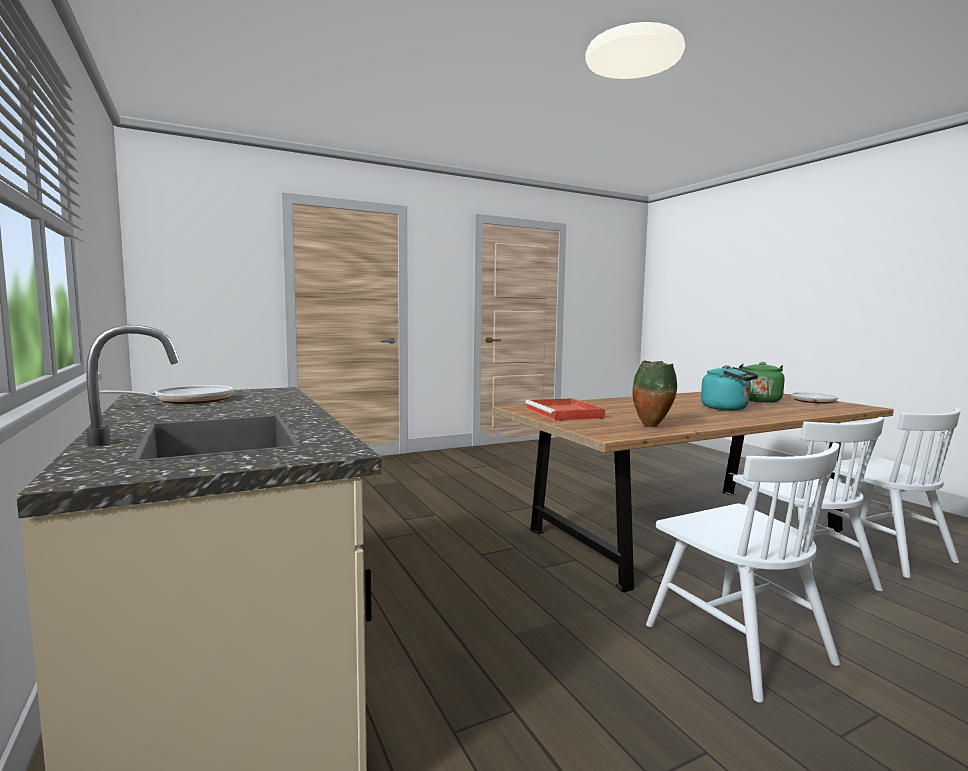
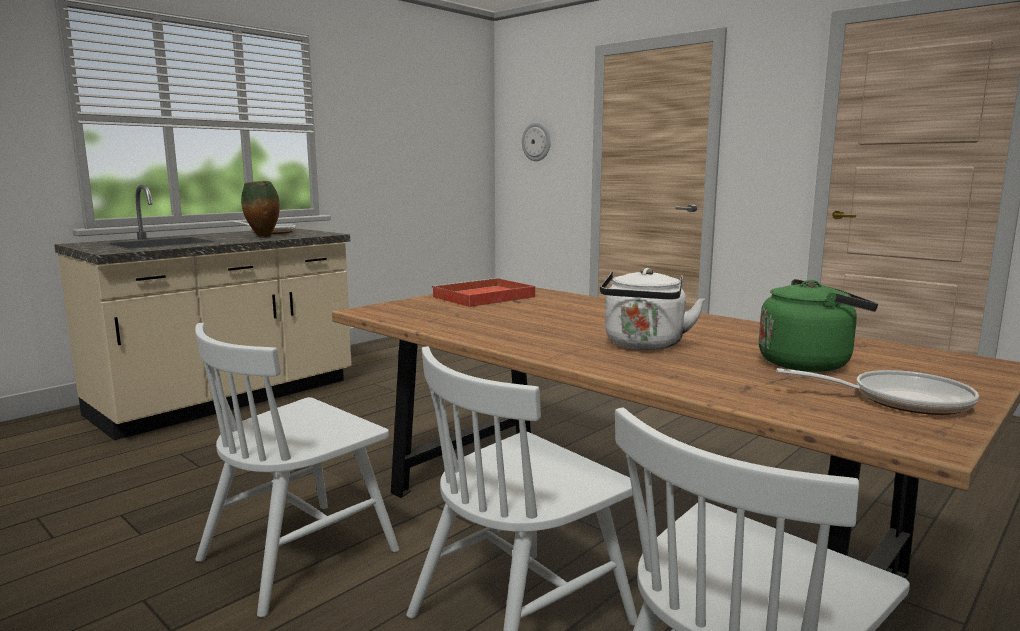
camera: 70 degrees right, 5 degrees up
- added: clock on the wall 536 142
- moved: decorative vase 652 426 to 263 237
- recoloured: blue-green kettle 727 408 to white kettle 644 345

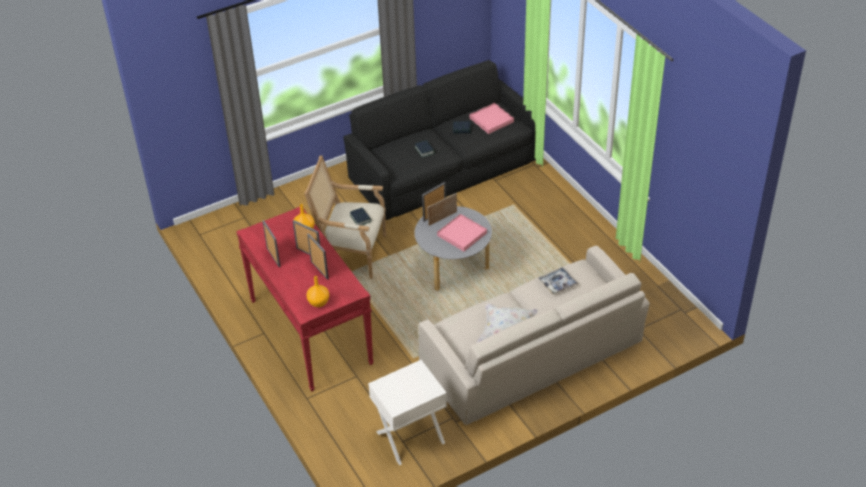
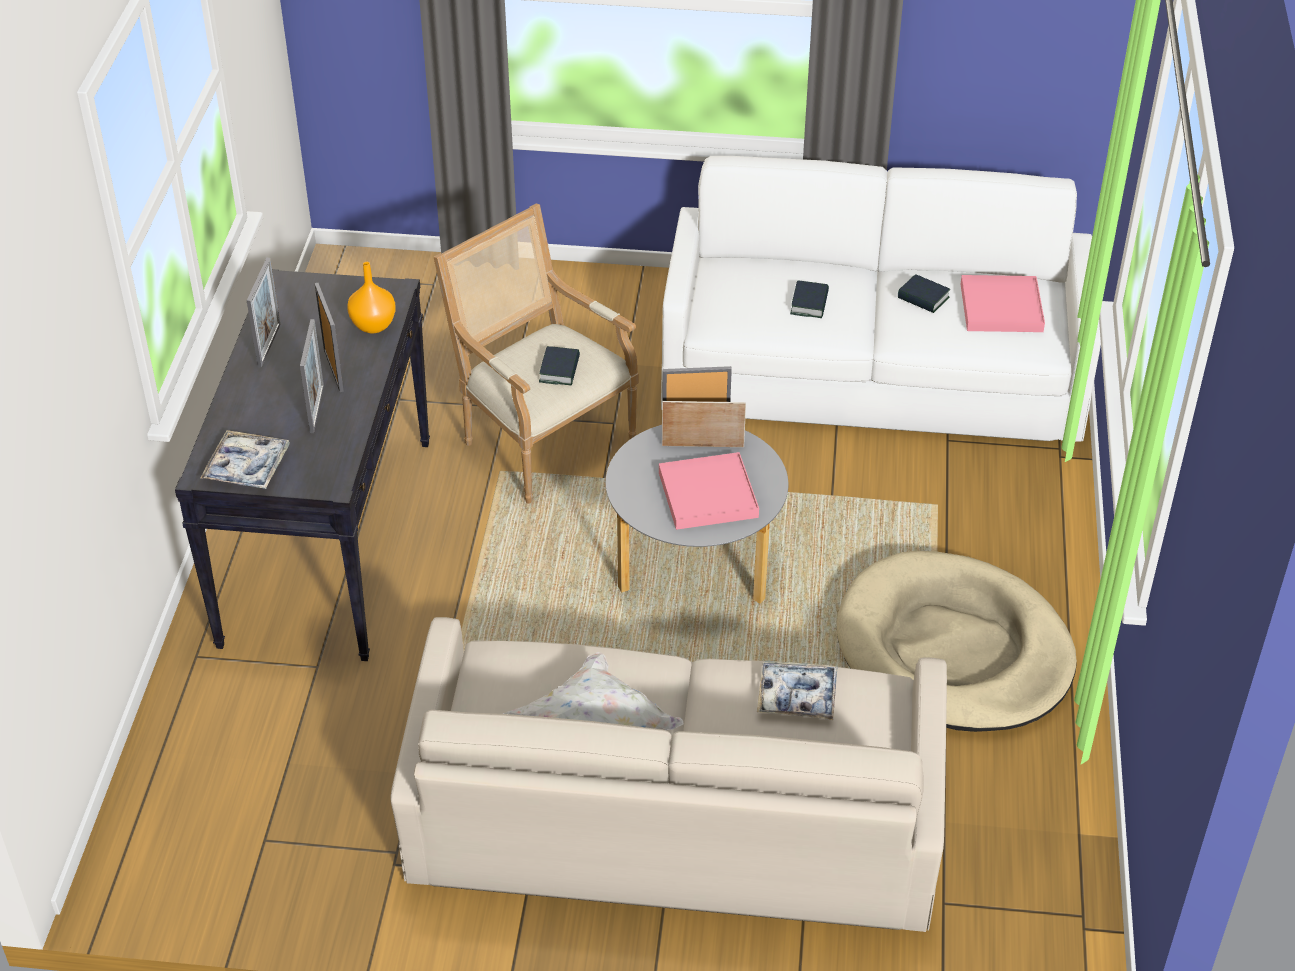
camera: 35 degrees right, 0 degrees up
- removed: white night table 410 438
- added: beige dog bed 953 650
- replaced: orange decorative vase 318 303 to carrying tray 247 467
- recoloured: red-coloured console table 310 331 to black-coloured console table 327 539
- recoloured: black-coloured couch 443 166 to white couch 874 365

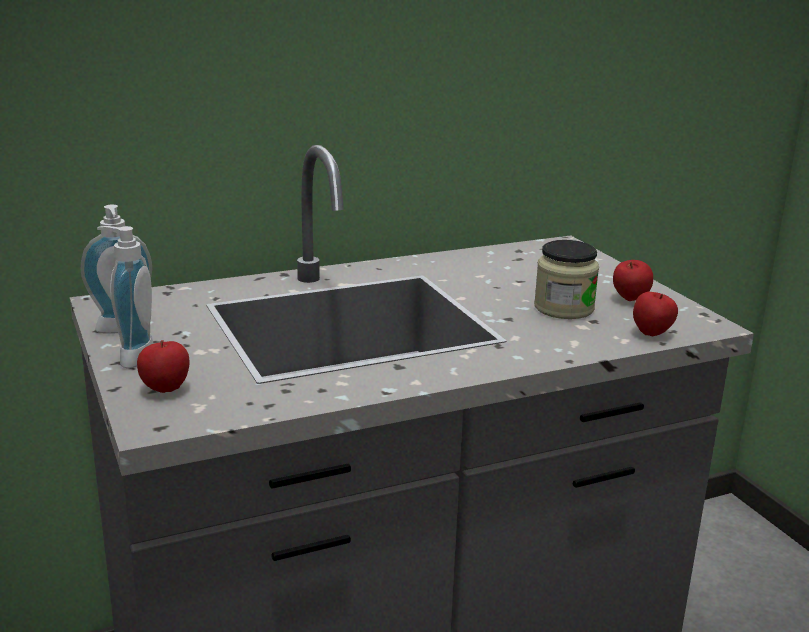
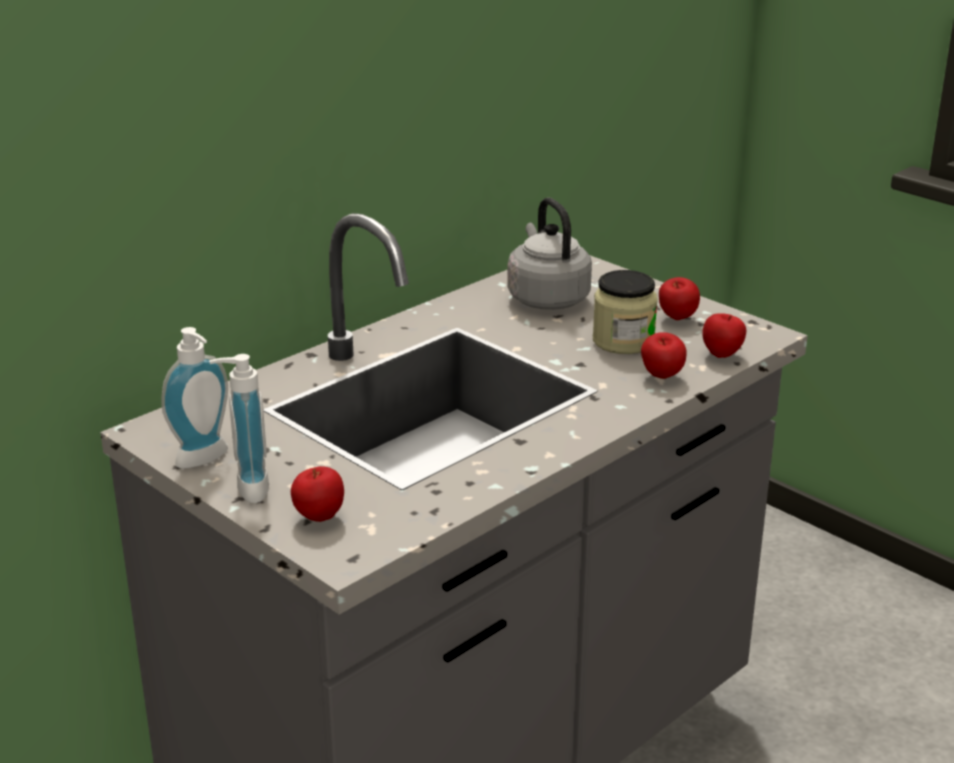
camera: 20 degrees left, 5 degrees up
- added: grey kettle 546 298
- added: apple fruit 662 377

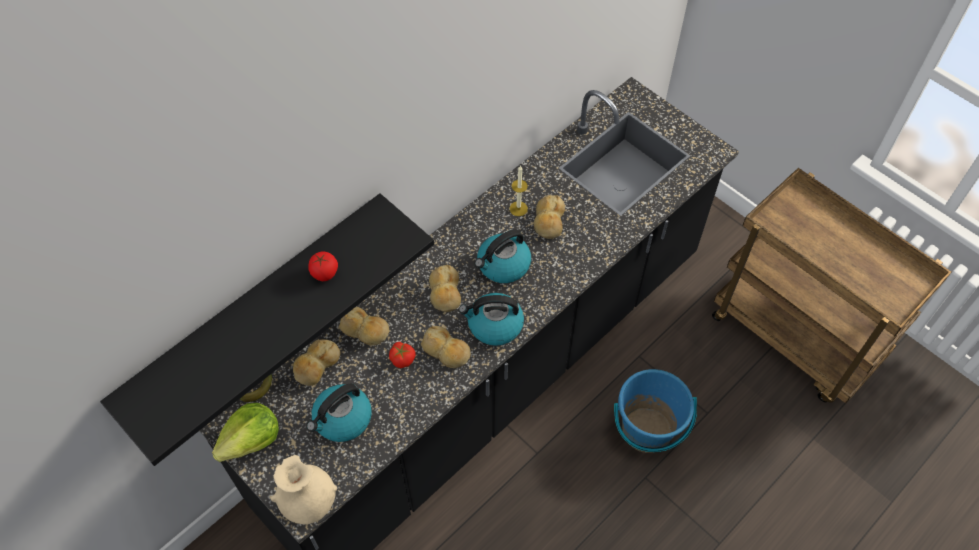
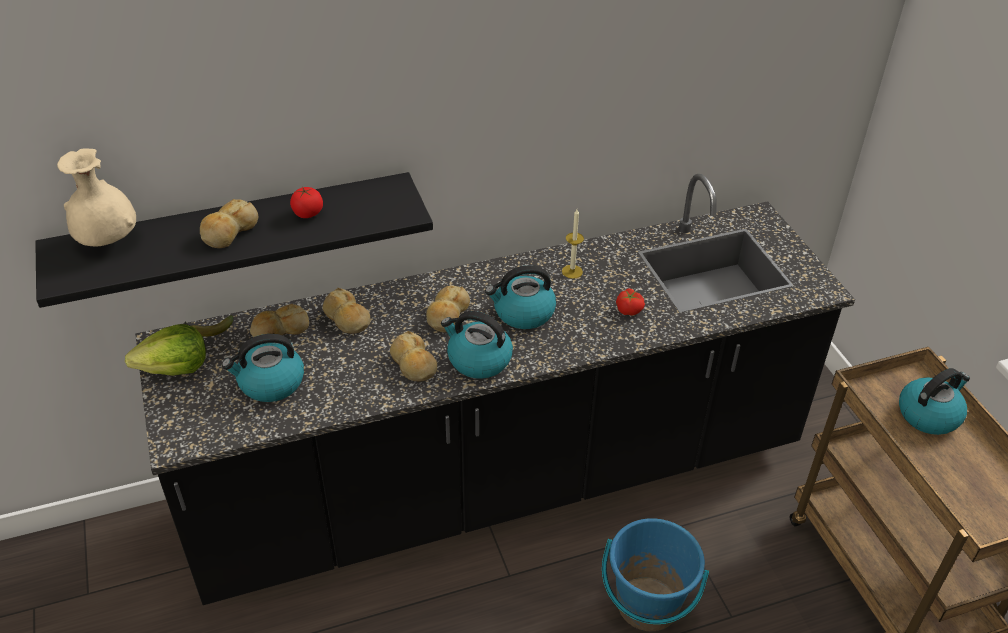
camera: 25 degrees right, 15 degrees down
- added: kettle 929 414
- moved: beige decorative vase 309 502 to 108 242
- moved: tomato 402 358 to 629 309
- moved: bread 548 221 to 229 232

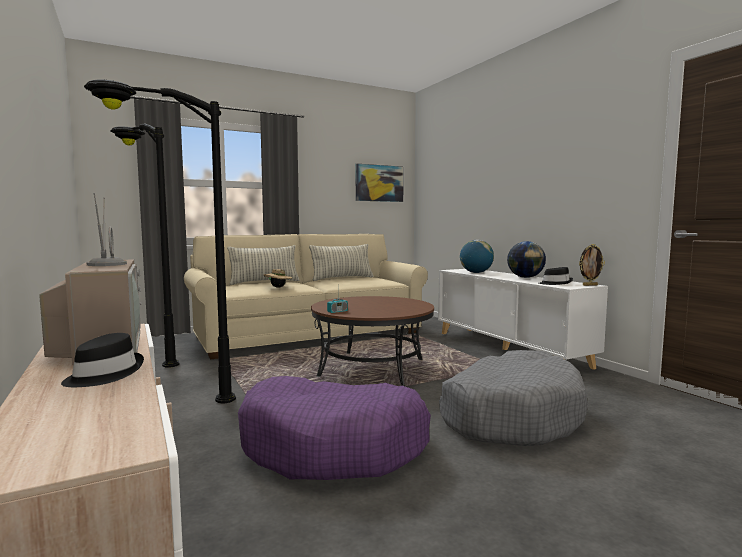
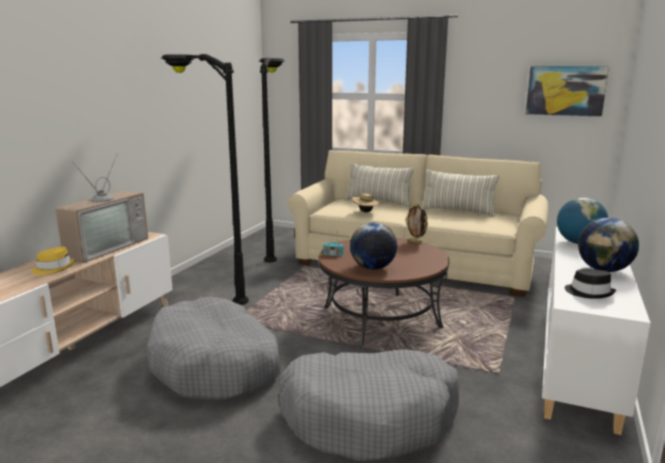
camera: 50 degrees right, 10 degrees up
- added: world globe 373 268
- moved: standing frame 590 285 to 416 242
- recoloured: black-coloured clothing hat 104 374 to yellow clothing hat 54 268
- recoloured: purple-coloured dog bed 333 446 to grey dog bed 215 365

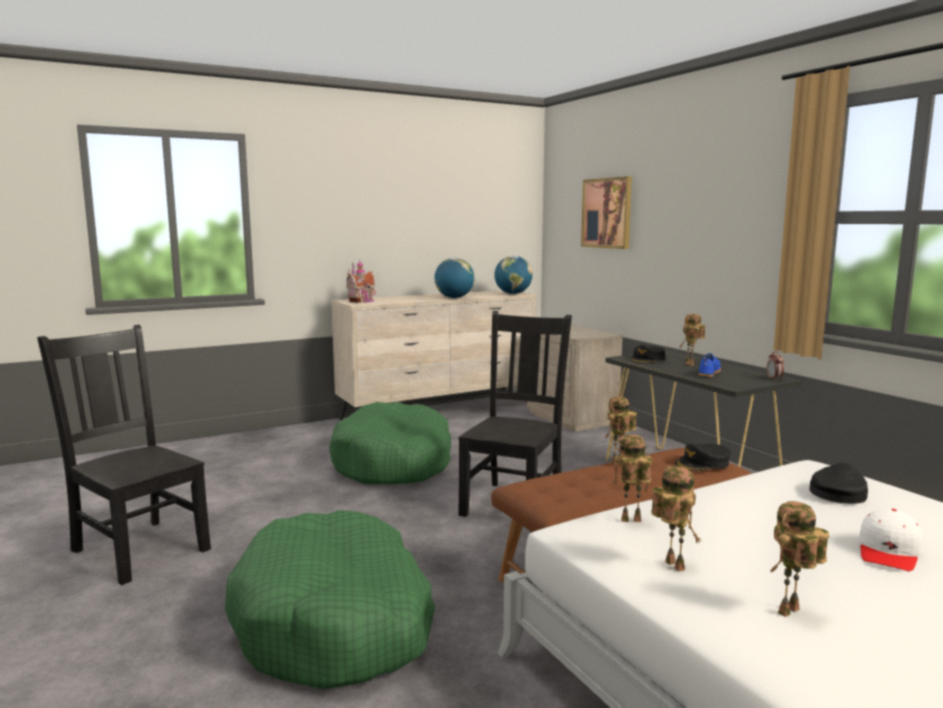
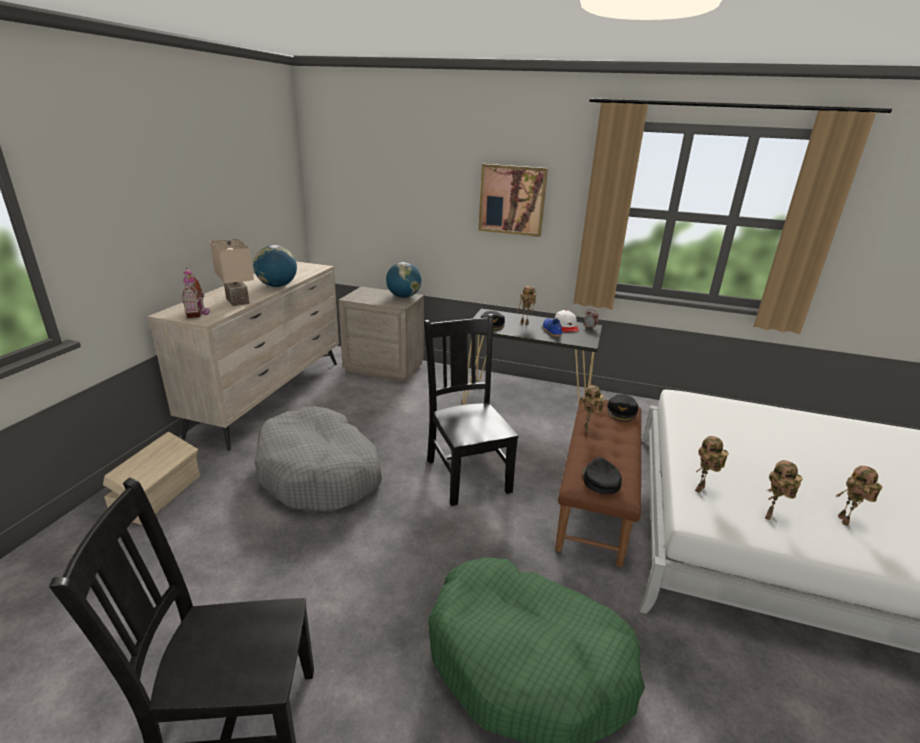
camera: 45 degrees left, 15 degrees up
- added: beige storage bin 159 495
- added: beige tabletop lamp 239 301
- moved: world globe 513 294 to 403 296
- moved: wall art 607 213 to 512 200
- moved: black-coloured baseball cap 838 493 to 600 480
- moved: white baseball cap 889 551 to 566 326
- recoloured: green-coloured dog bed 393 463 to grey dog bed 320 473
- turned: toy robot 671 565 = 770 517 75 degrees counterclockwise

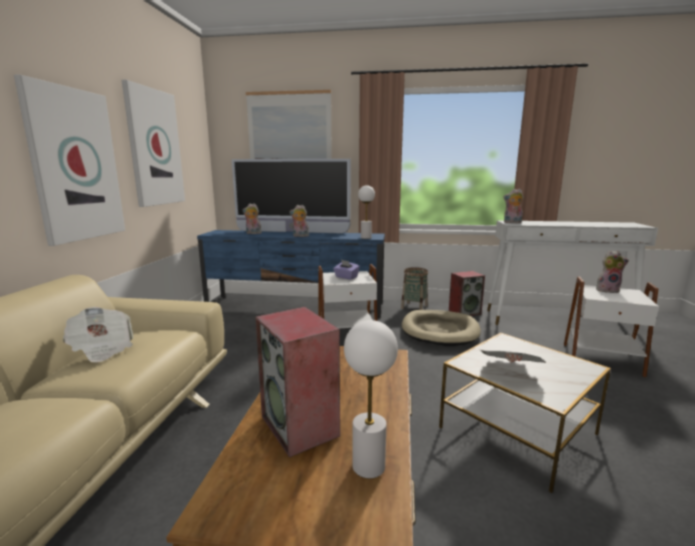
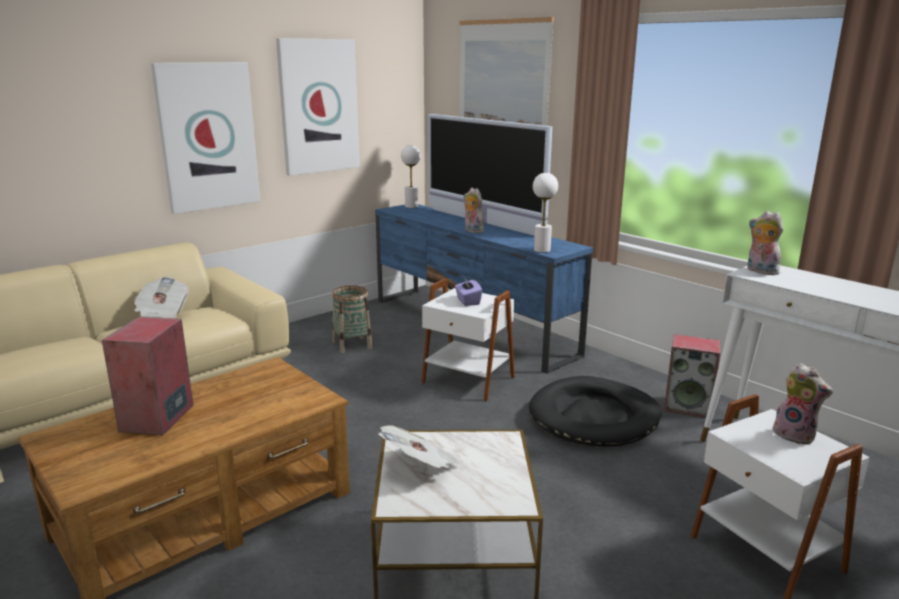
camera: 40 degrees right, 5 degrees up
- removed: cuddly toy 253 233
- moved: white tabletop lamp 369 466 to 411 206
- moved: basket 414 307 to 352 345
- recoloured: beige dog bed 440 331 to black-coloured dog bed 594 417

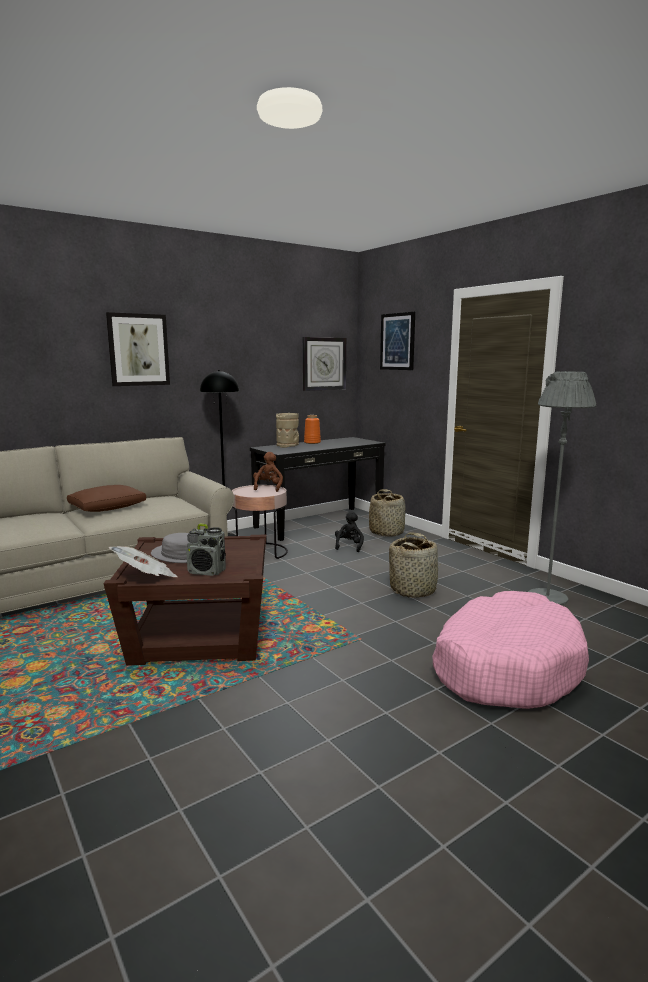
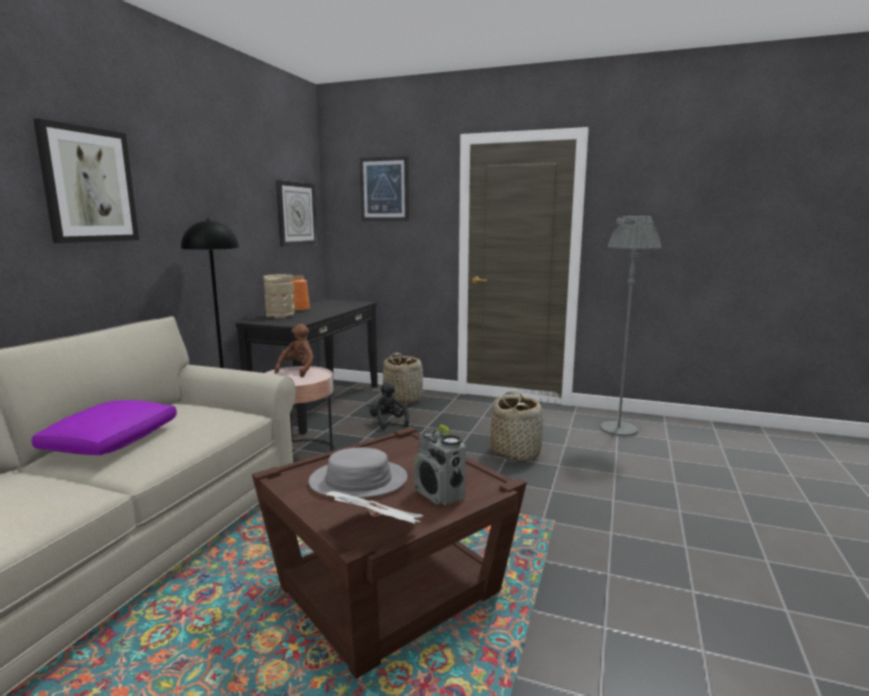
camera: 35 degrees left, 0 degrees up
- removed: pinkish dog bed 505 666
- recoloured: brown cushion 108 508 to purple-coloured cushion 112 441
- turned: radio 207 572 = 439 495 75 degrees clockwise
- turned: brown cuddly toy 268 488 = 298 370 45 degrees clockwise

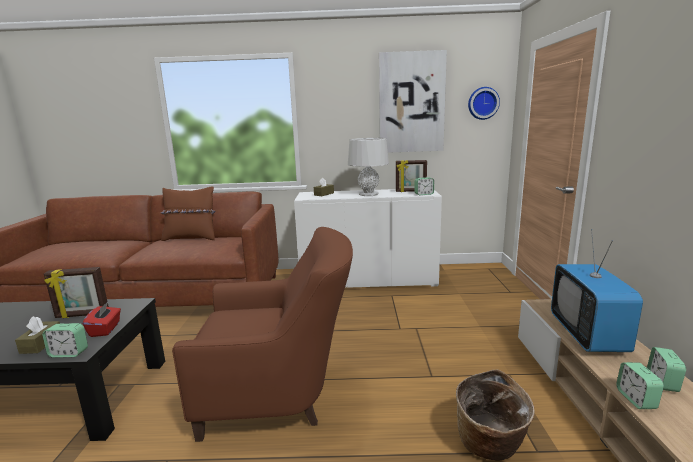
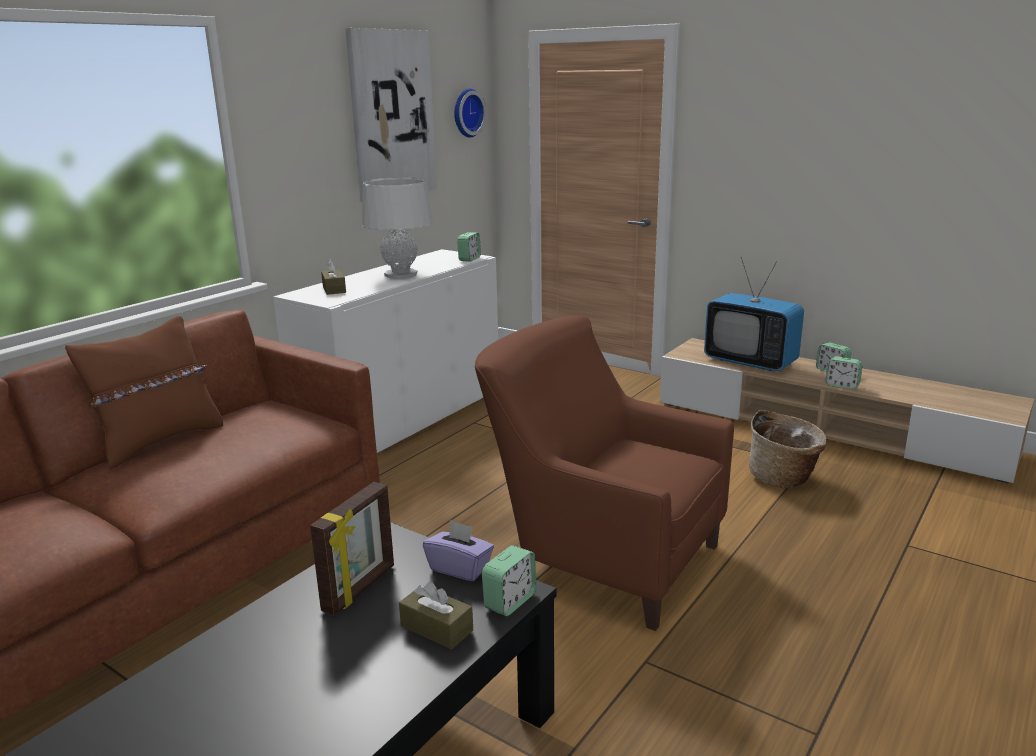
camera: 55 degrees left, 5 degrees up
- removed: standing frame 411 191
- recoloured: red-coloured tissue holder 105 329 to purple-coloured tissue holder 460 568
- turned: brown easy chair 280 394 = 599 556 90 degrees counterclockwise

